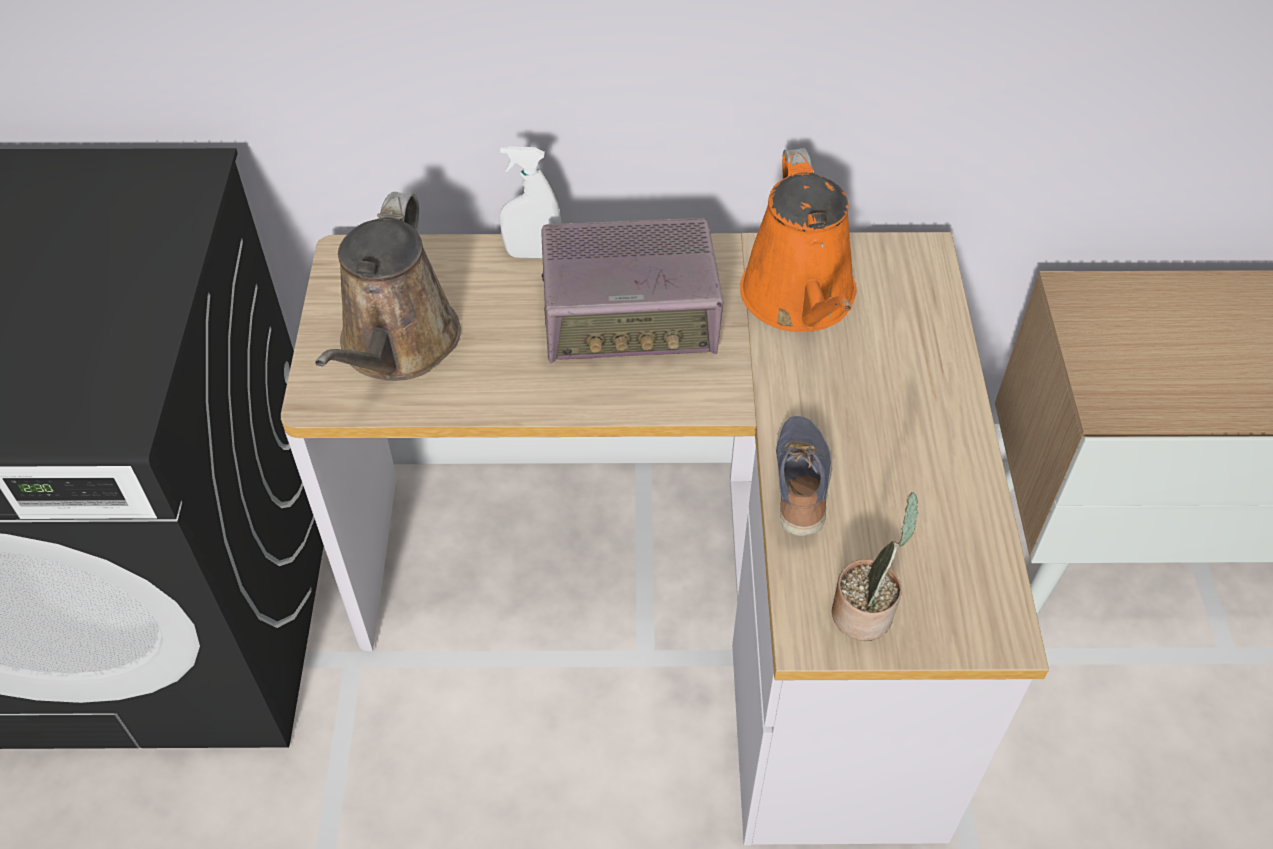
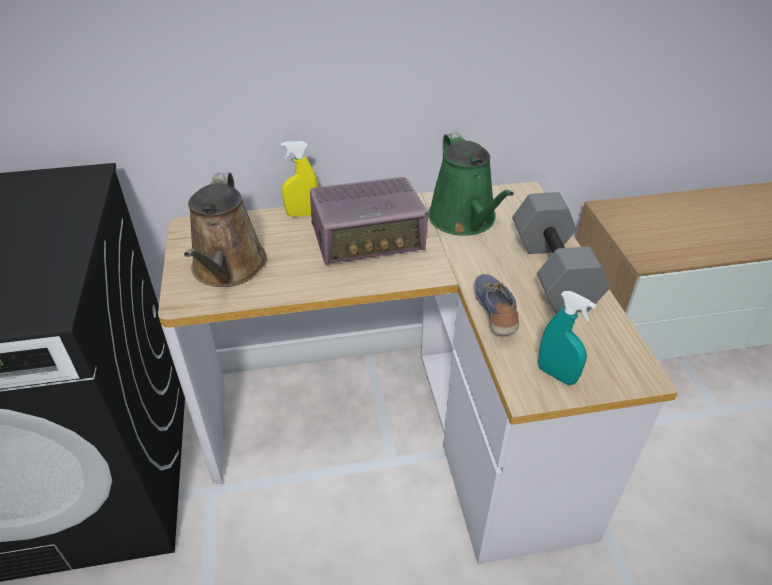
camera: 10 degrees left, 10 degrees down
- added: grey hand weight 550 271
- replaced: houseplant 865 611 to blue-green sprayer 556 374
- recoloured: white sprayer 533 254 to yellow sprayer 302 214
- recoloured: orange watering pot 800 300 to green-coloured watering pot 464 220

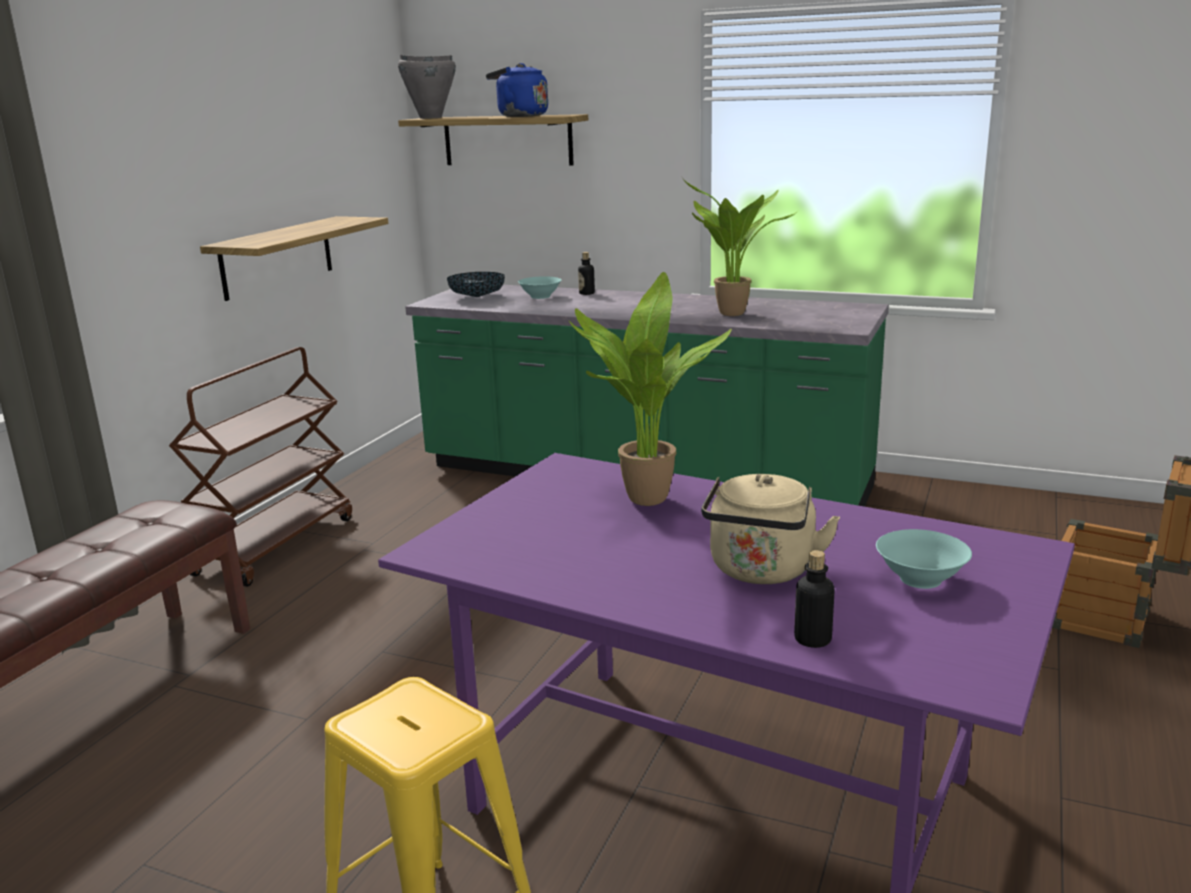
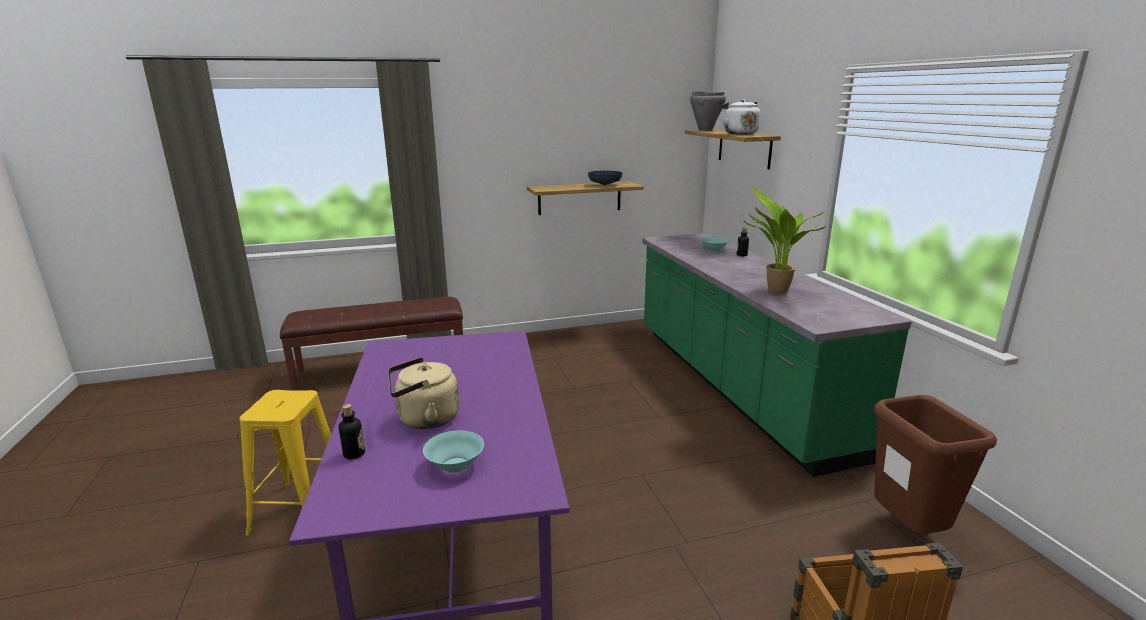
camera: 50 degrees right, 0 degrees up
- removed: brown trolley 276 545
- removed: houseplant 641 498
- added: brown waste bin 907 531
- moved: bowl 477 297 to 604 185
- recoloured: blue-coloured kettle 519 116 to white kettle 739 133

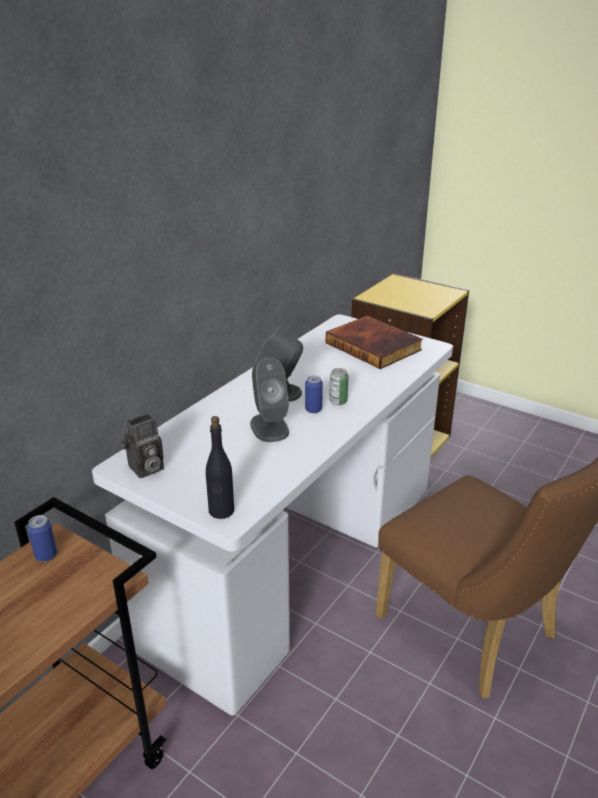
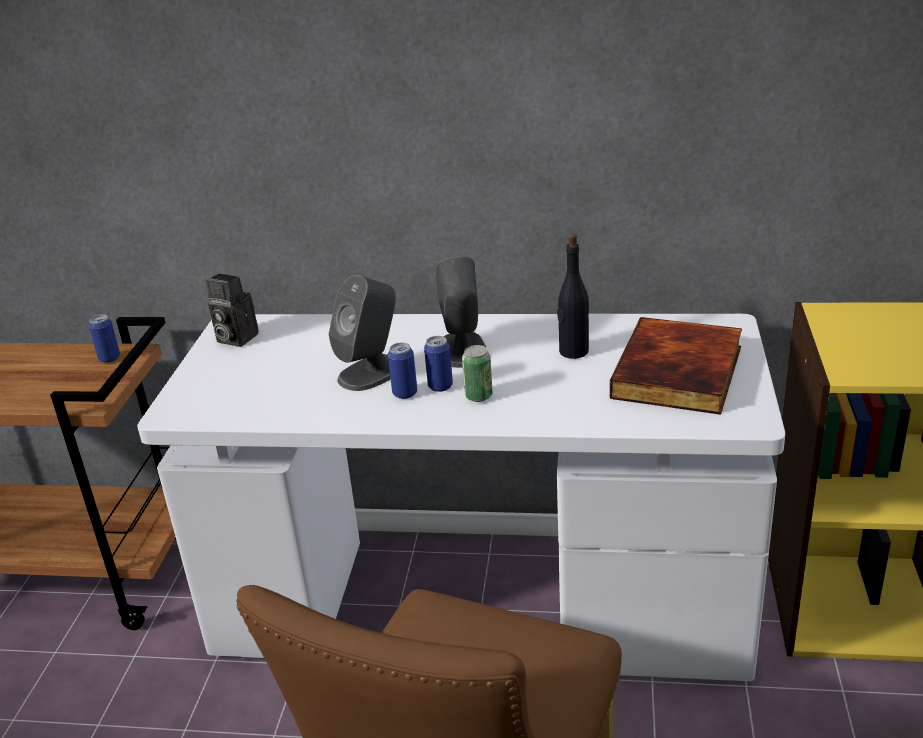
camera: 65 degrees right, 0 degrees up
- added: metal can 405 393
- moved: black-coloured bottle 221 511 to 573 352

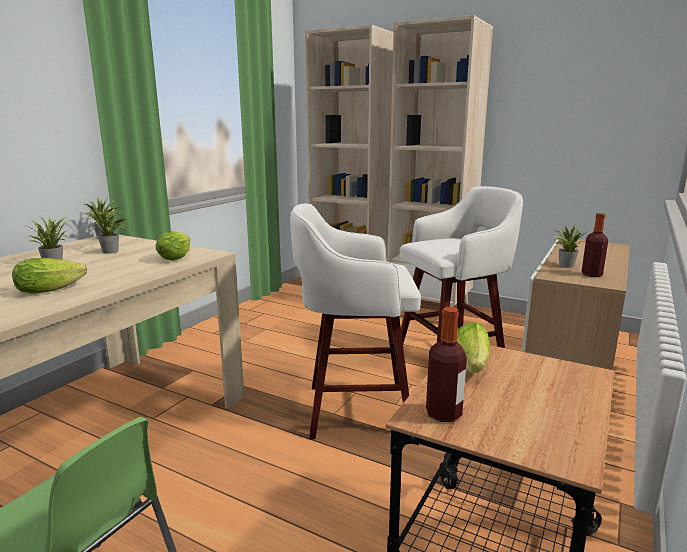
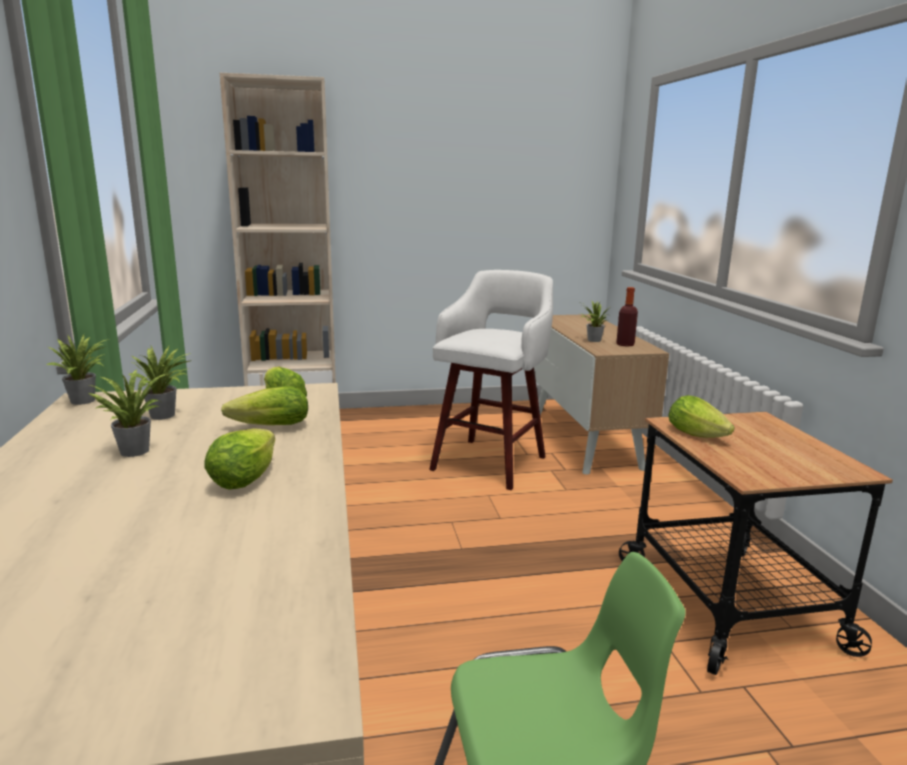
camera: 40 degrees left, 0 degrees up
- removed: white sitting stool 353 410
- removed: beige bookshelf 430 310
- removed: bottle 443 414
- added: lettuce head 266 427

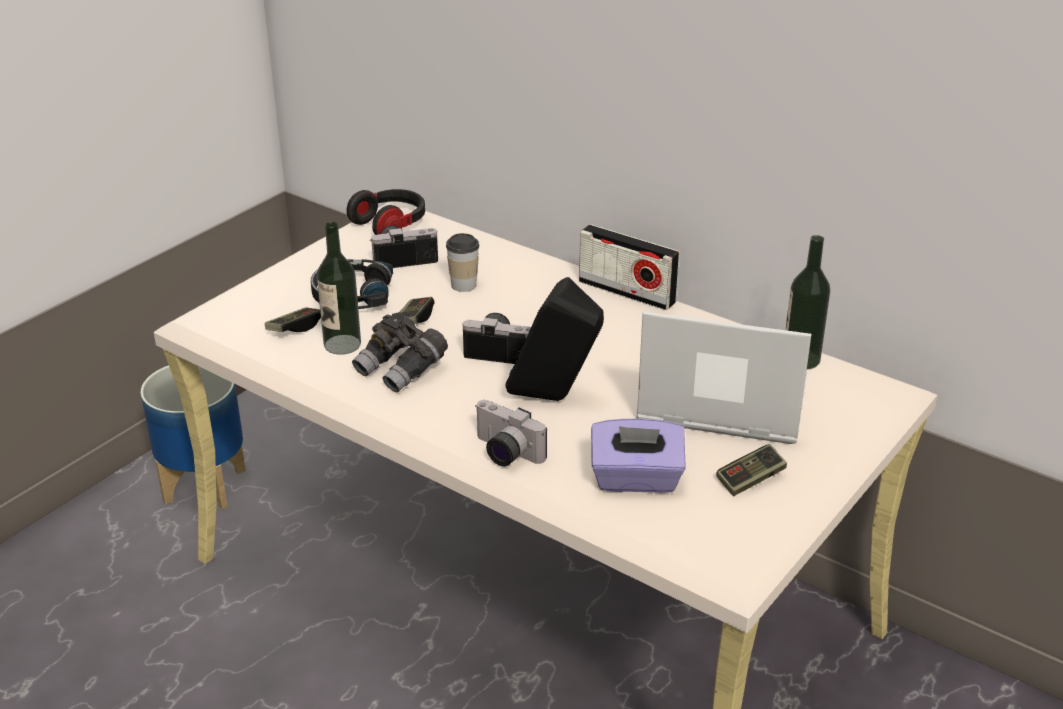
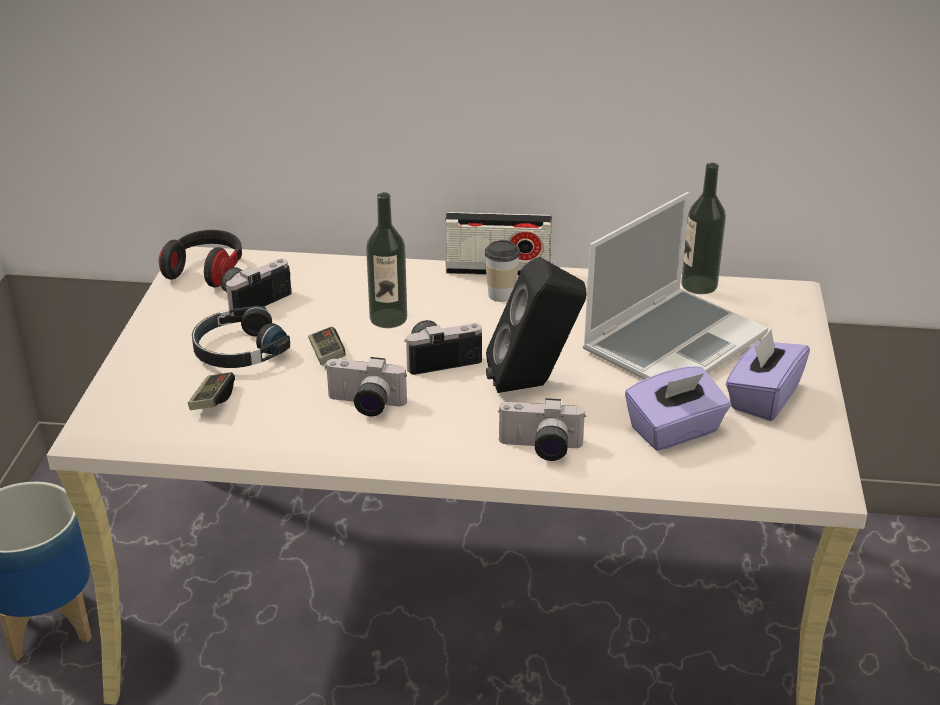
camera: 30 degrees left, 0 degrees up
- moved: bottle 342 344 to 388 318
- moved: small cup 463 285 to 501 295
- replaced: grey pair of binoculars 402 370 to photo camera 364 405
- replaced: gamepad 750 479 to purple-coloured tissue holder 763 398
- turned: laptop 720 403 = 673 342 150 degrees clockwise

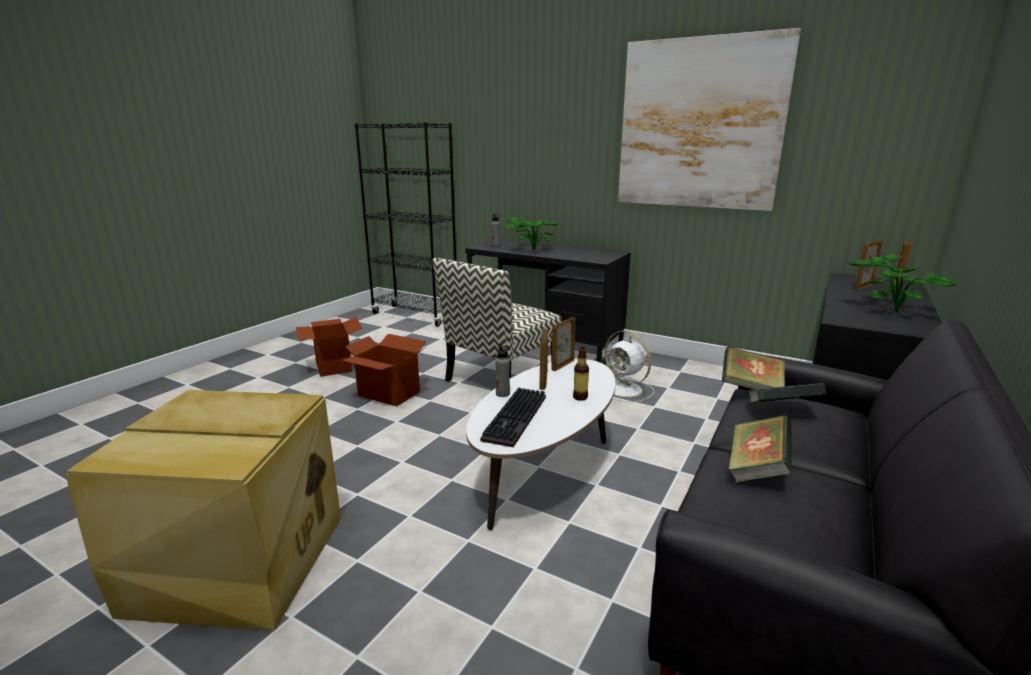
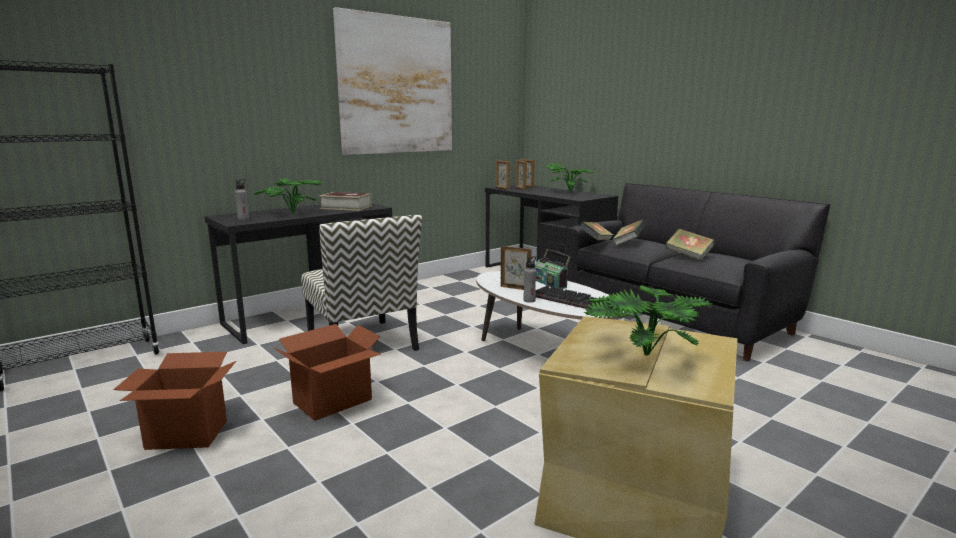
camera: 70 degrees left, 5 degrees down
- removed: white electric fan 626 390
- added: bound book 346 207
- added: houseplant 640 357
- moved: standing frame 562 365 to 502 188
- replaced: bottle 580 397 to radio 551 283

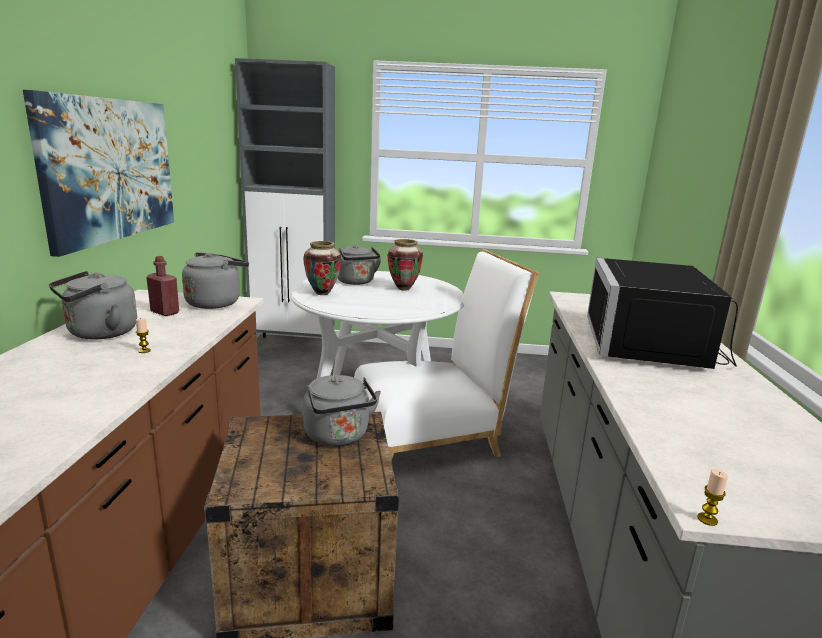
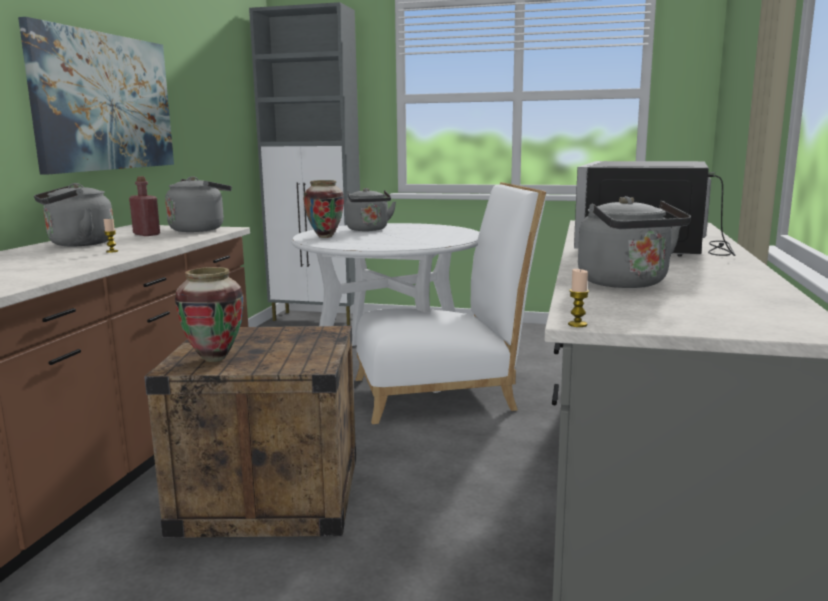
camera: 10 degrees right, 5 degrees down
- moved: grey kettle 338 436 to 626 284
- moved: decorative vase 404 289 to 215 358

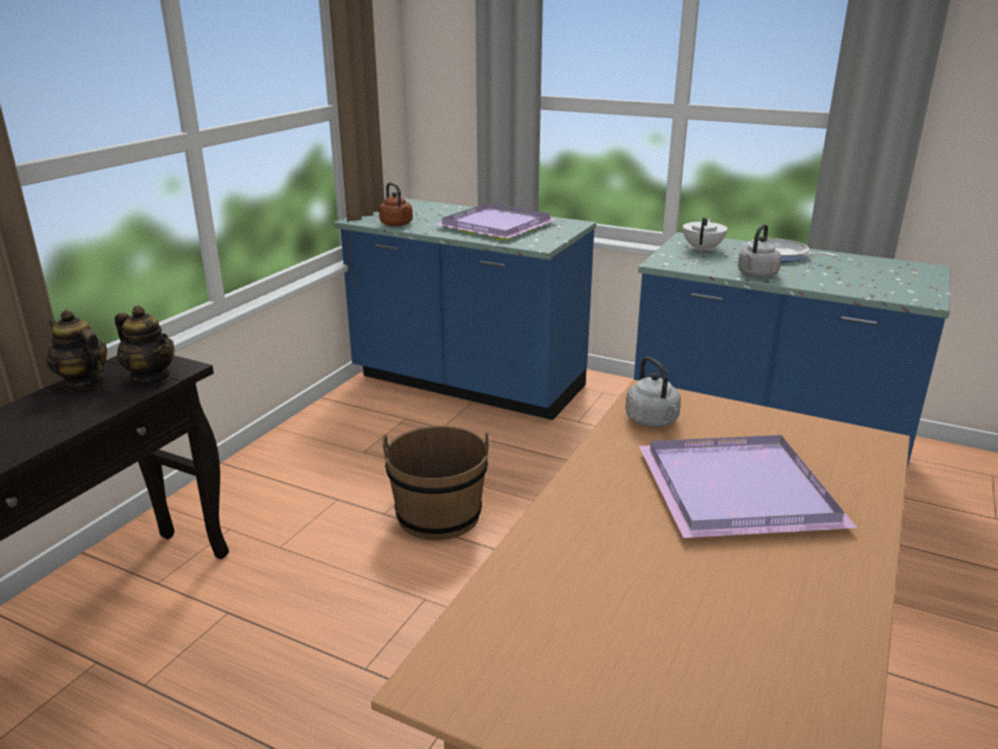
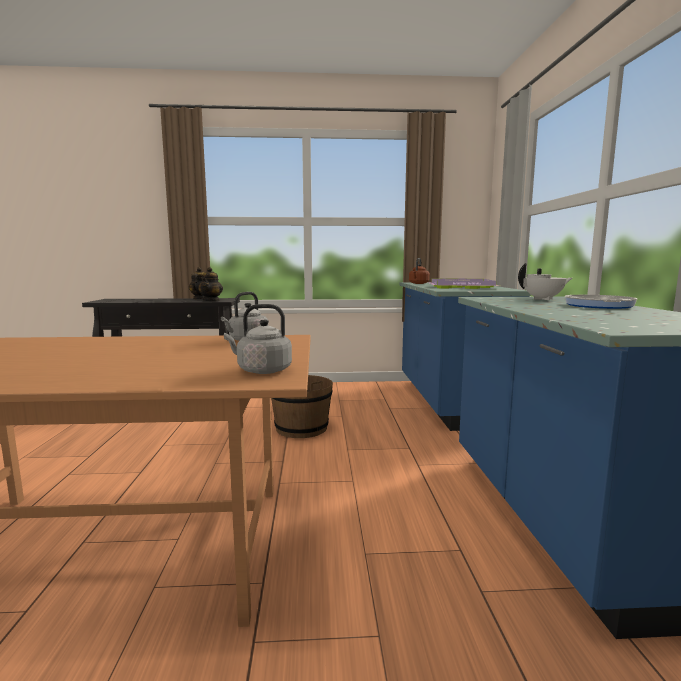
camera: 60 degrees right, 15 degrees down
- removed: purple-coloured carrying tray 740 488
- moved: grey kettle 756 275 to 261 370

